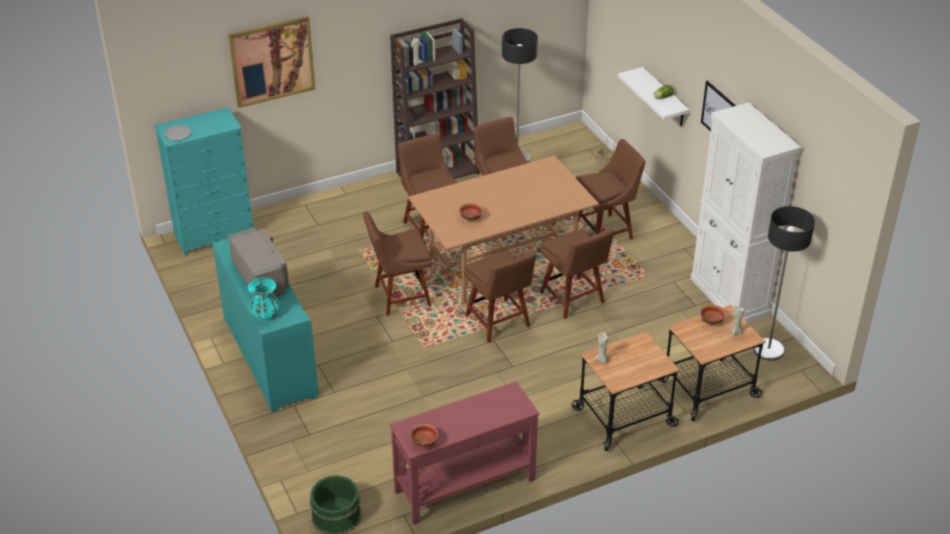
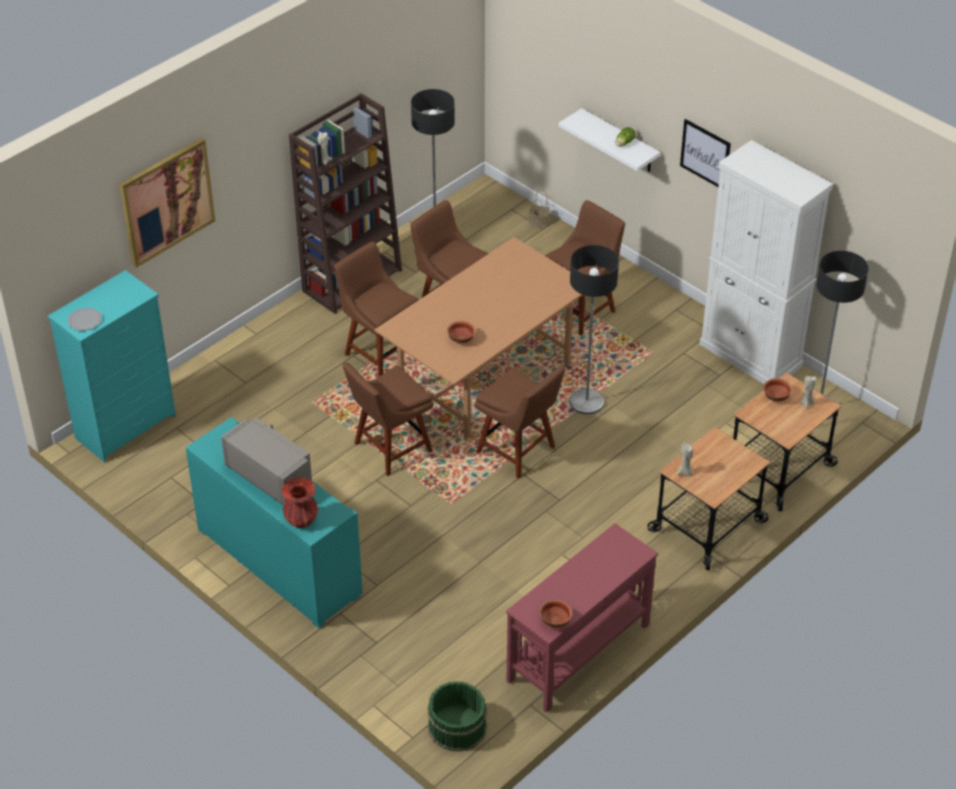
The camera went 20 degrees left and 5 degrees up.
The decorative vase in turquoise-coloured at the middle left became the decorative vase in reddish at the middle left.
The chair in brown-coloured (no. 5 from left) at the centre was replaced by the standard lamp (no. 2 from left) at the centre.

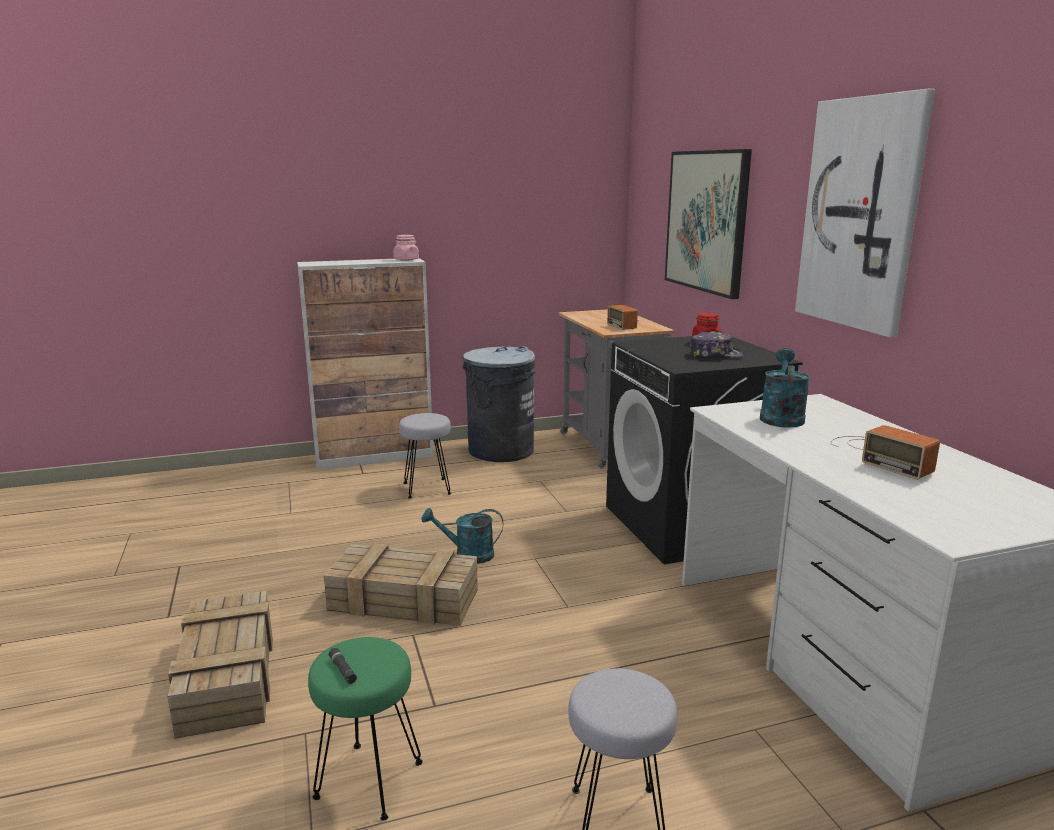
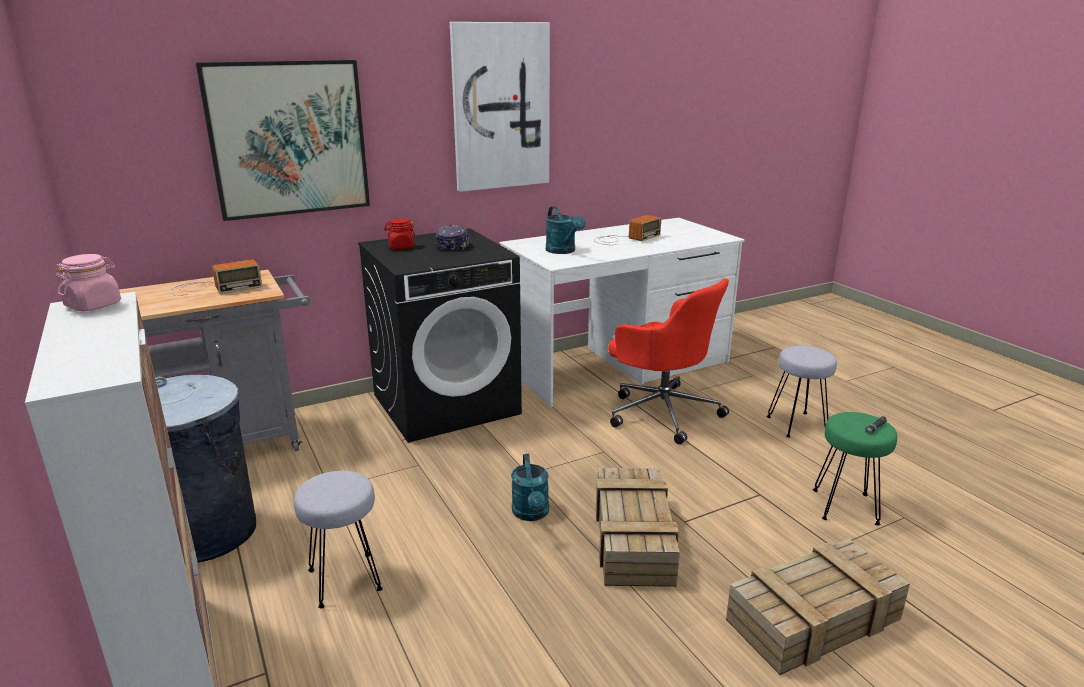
The camera went 100 degrees left and 5 degrees up.
The watering pot in turquoise-coloured (no. 2 from left) at the middle right turned 120 degrees counterclockwise.
The computer chair in reddish at the centre appeared.

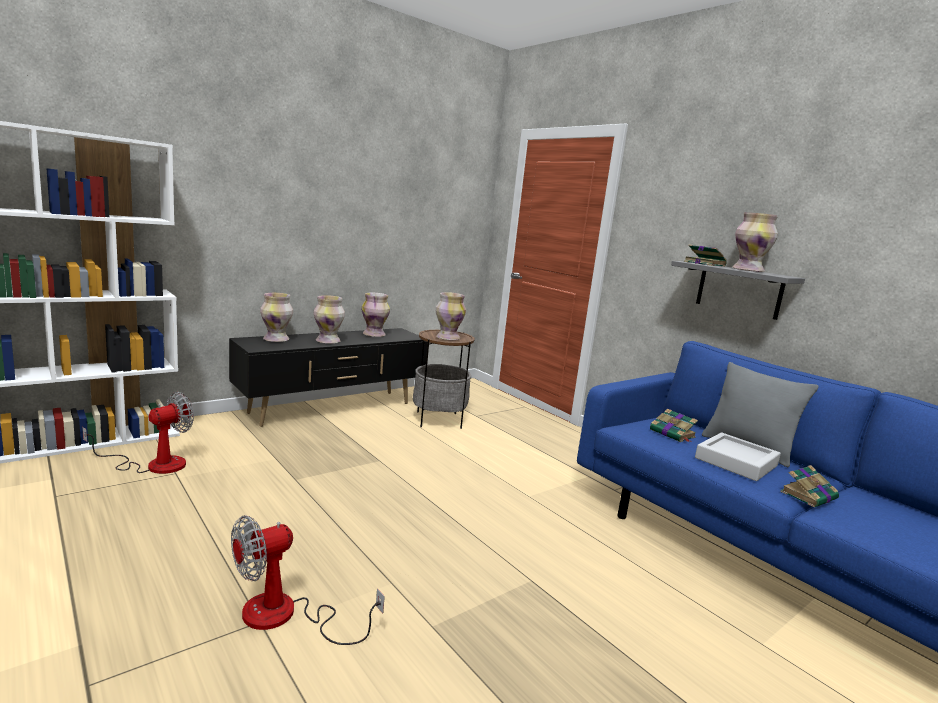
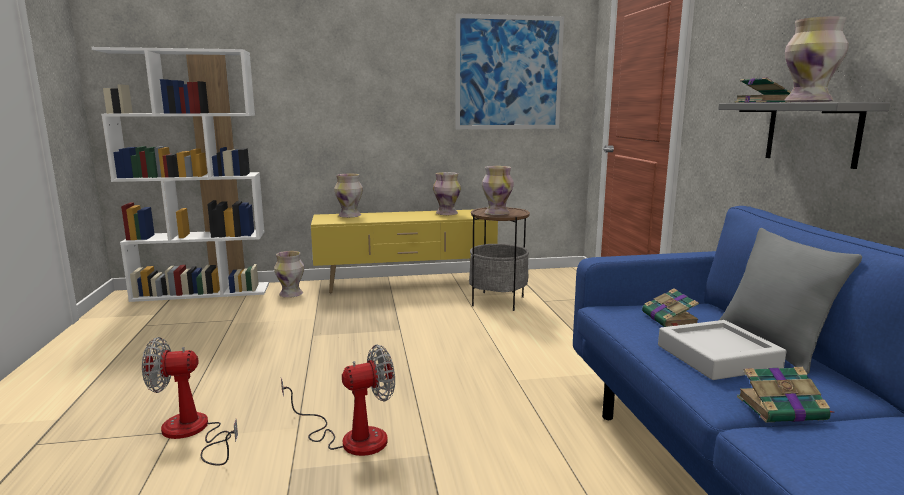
The camera went 30 degrees right and 0 degrees up.
The decorative vase (no. 2 from left in the first image) moved from the centre to the middle left.
The fan (no. 1 from left in the first image) moved from the middle left to the bottom centre.
The tv stand in black-coloured at the centre became the tv stand in yellowish at the centre.
The wall art at the top centre appeared.

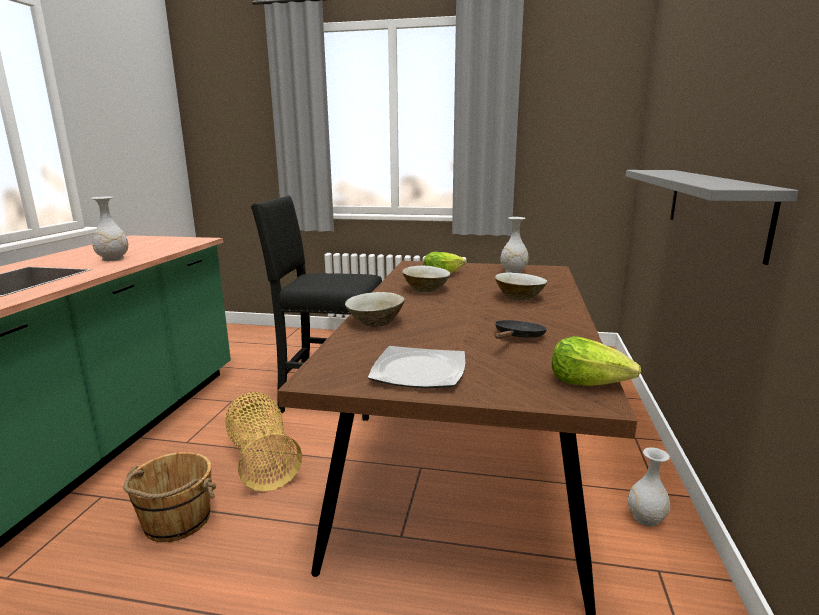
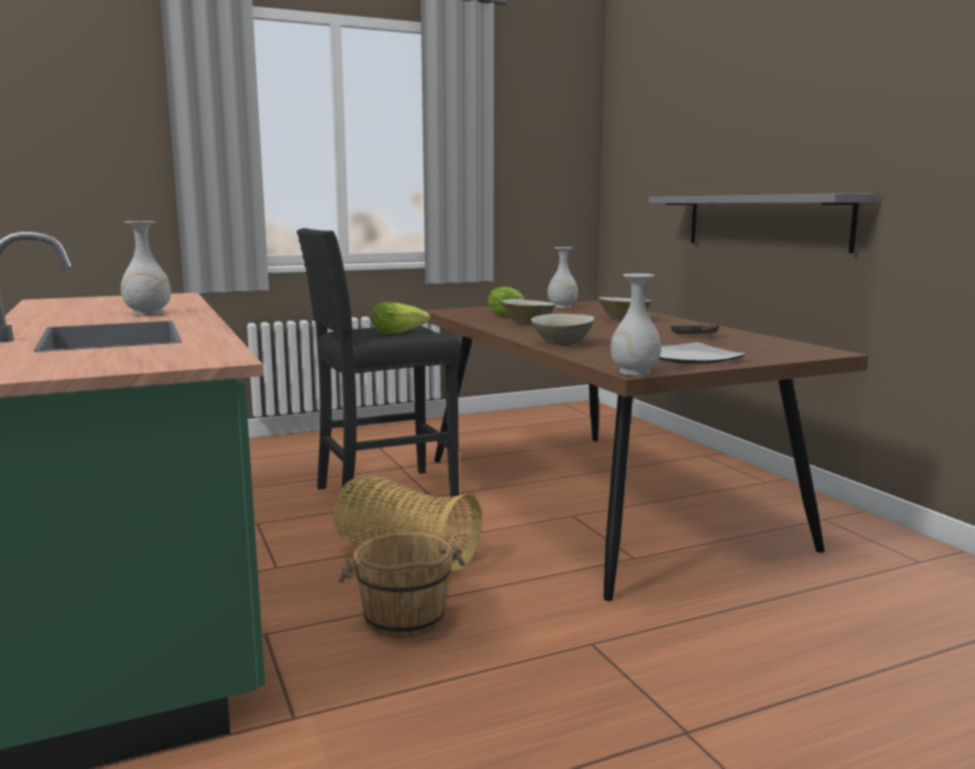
The camera went 35 degrees left and 5 degrees down.
The head of lettuce (no. 2 from left in the first image) moved from the middle right to the centre.
The decorative vase in whitish (no. 3 from left) moved from the bottom right to the centre.

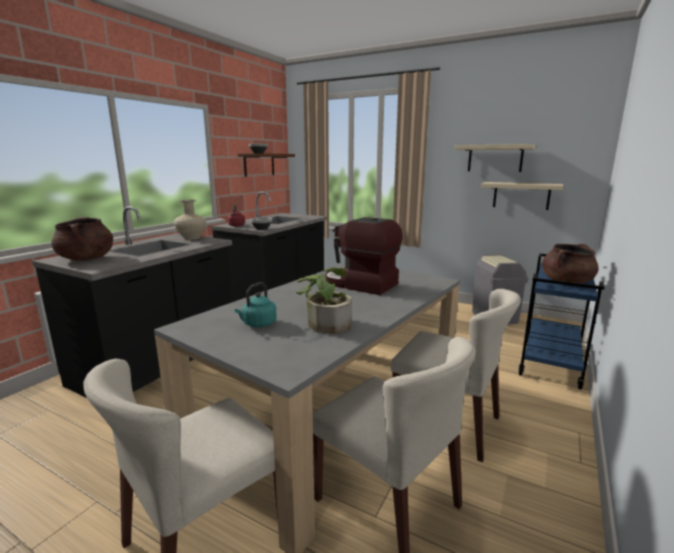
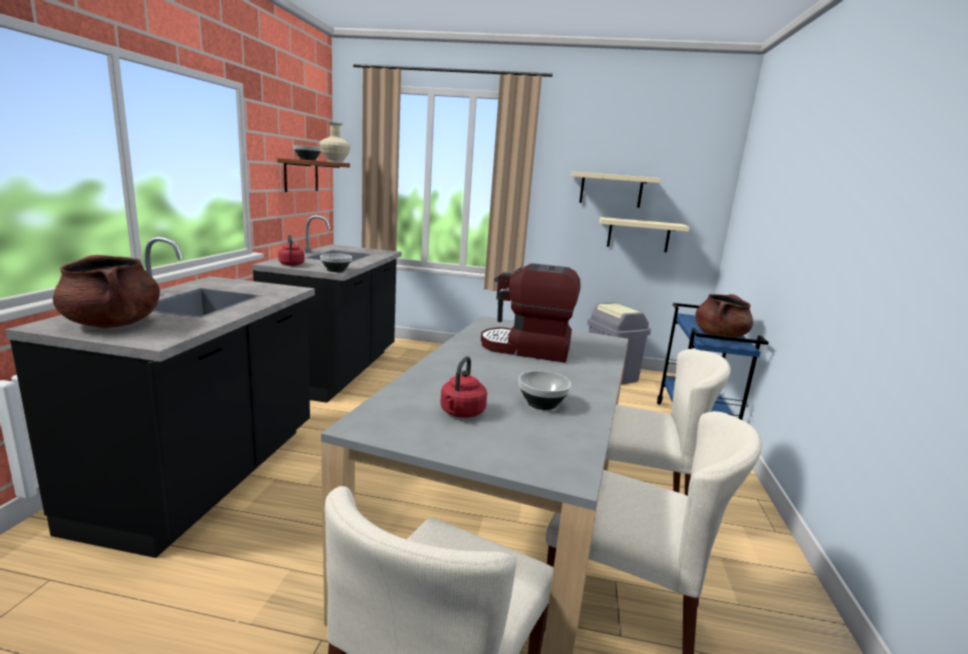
The camera went 20 degrees left and 0 degrees up.
The decorative vase in beige moved from the middle left to the top centre.
The water kettle in turquoise-coloured at the centre became the water kettle in reddish (no. 2 from left) at the centre.
The potted plant at the centre was replaced by the deep dish (no. 3 from left) at the centre.

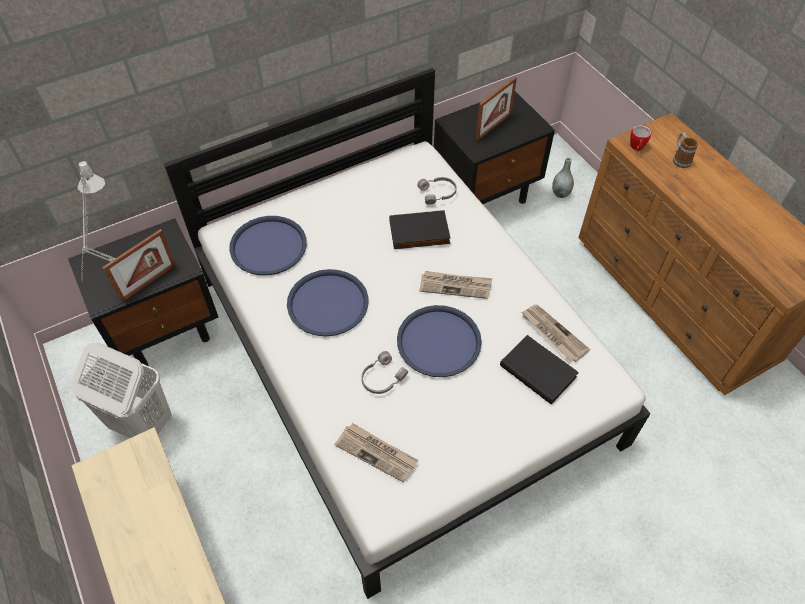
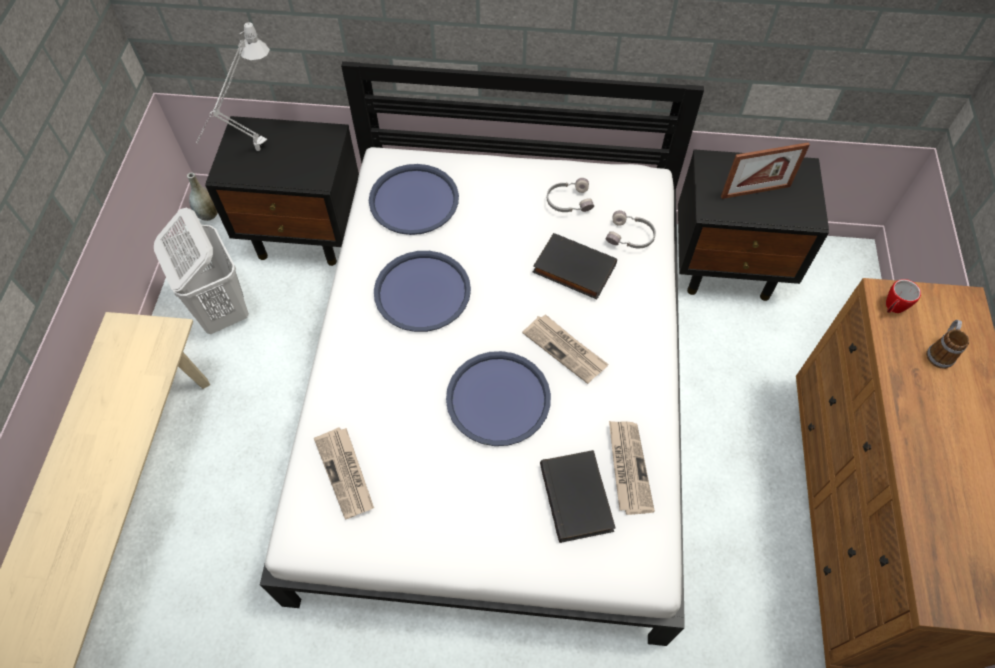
The camera went 35 degrees right and 5 degrees up.
The decorative vase in grey moved from the top right to the top left.
The pair of headphones in grey (no. 1 from left) moved from the centre to the top centre.
The photo frame (no. 1 from left) at the middle left disappeared.

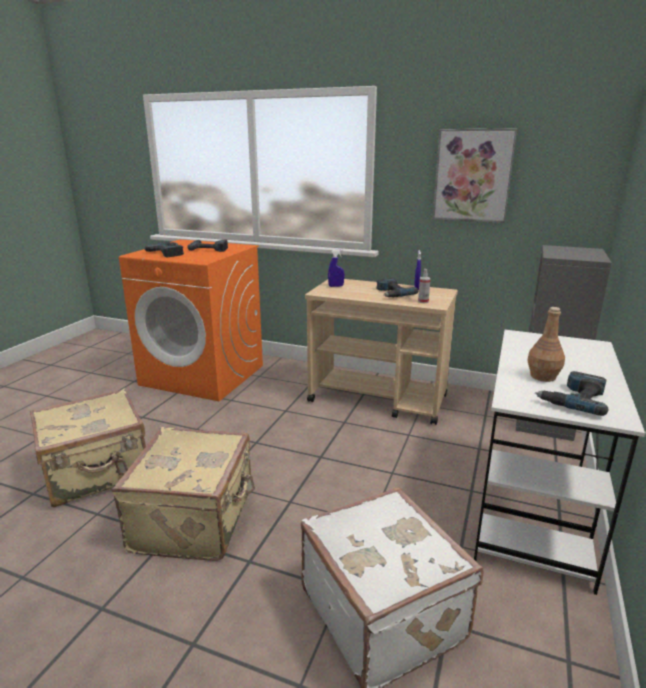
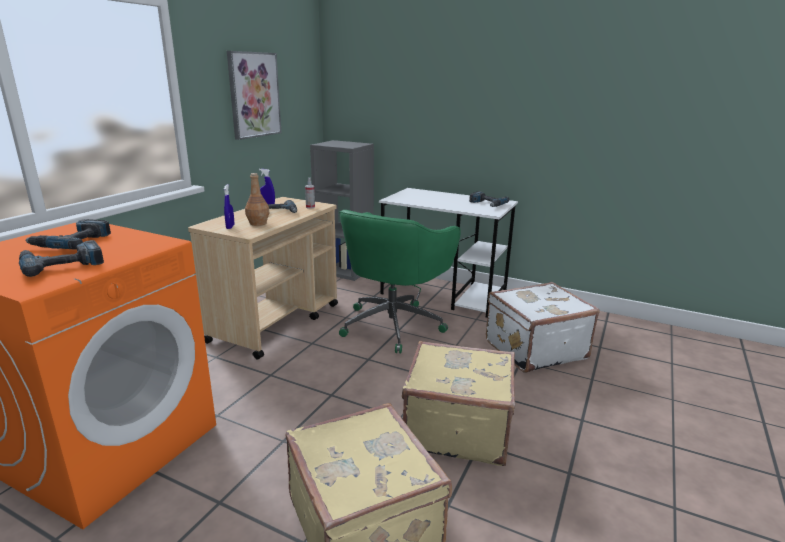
The camera went 85 degrees left and 0 degrees up.
The bottle in brown-coloured moved from the middle right to the middle left.
The computer chair in green-coloured at the centre appeared.

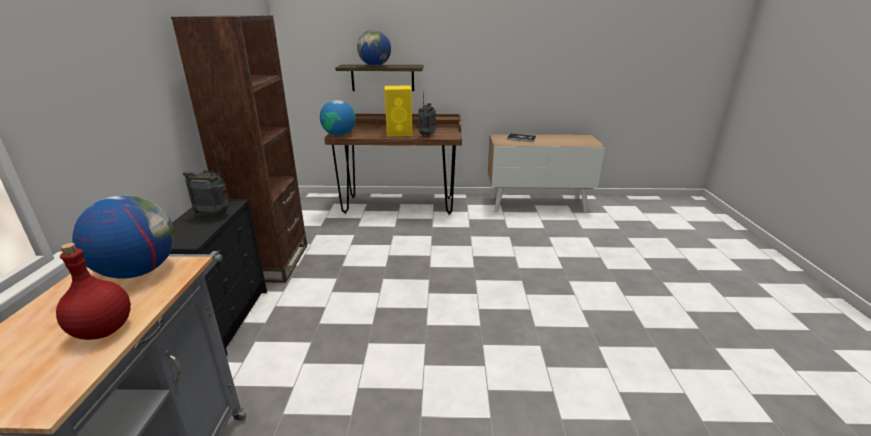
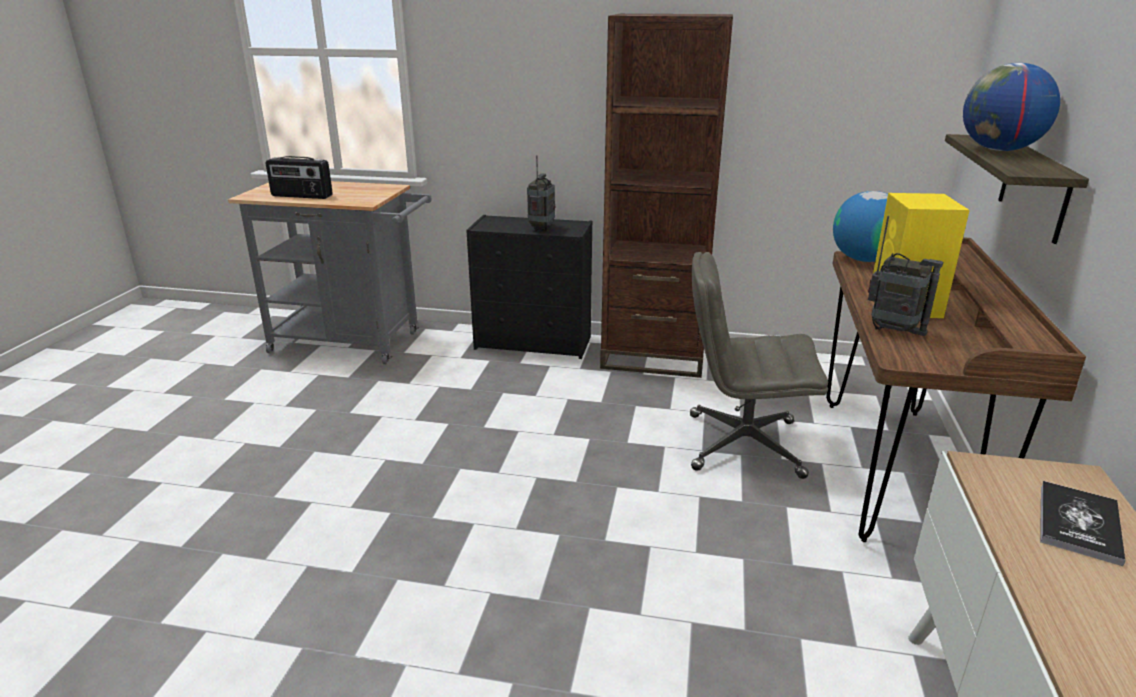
The camera went 100 degrees right and 0 degrees up.
The bottle in reddish at the bottom left was replaced by the radio receiver (no. 1 from left) at the top left.
The computer chair in grey at the middle right appeared.
The desk globe (no. 1 from left) at the middle left disappeared.

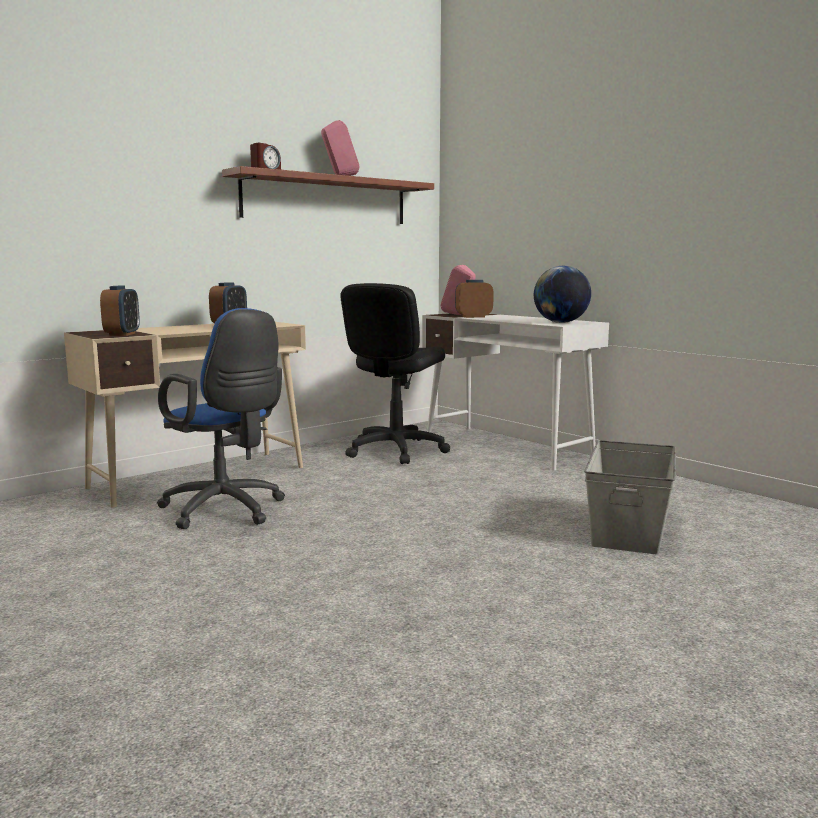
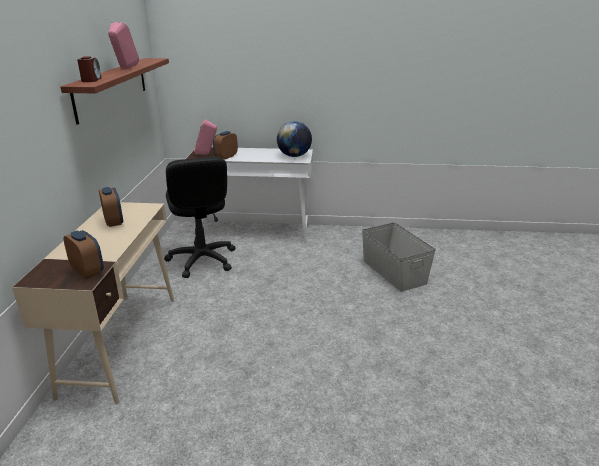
The camera went 45 degrees left and 15 degrees up.
The computer chair in blue at the middle left disappeared.

